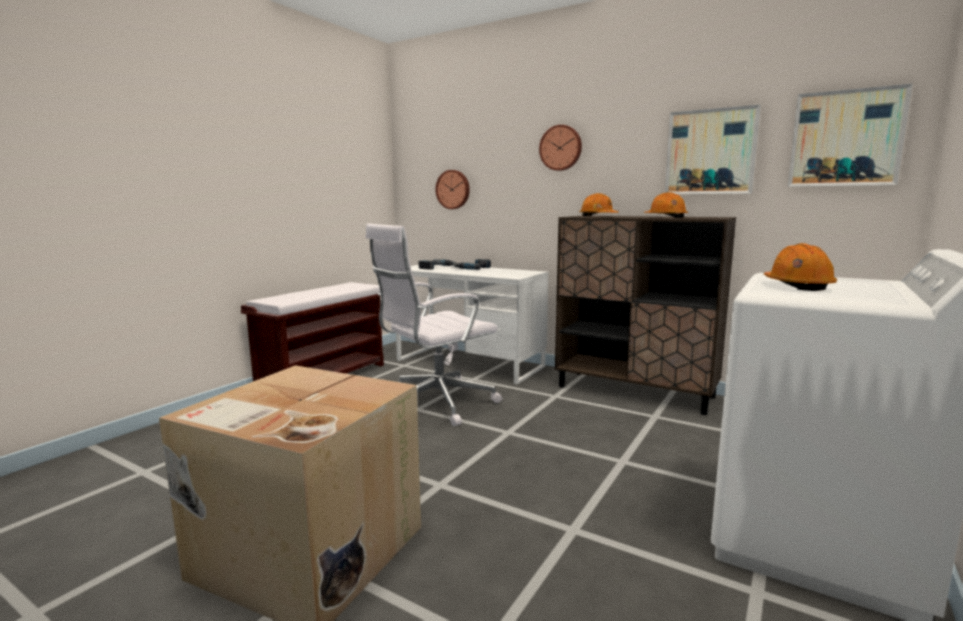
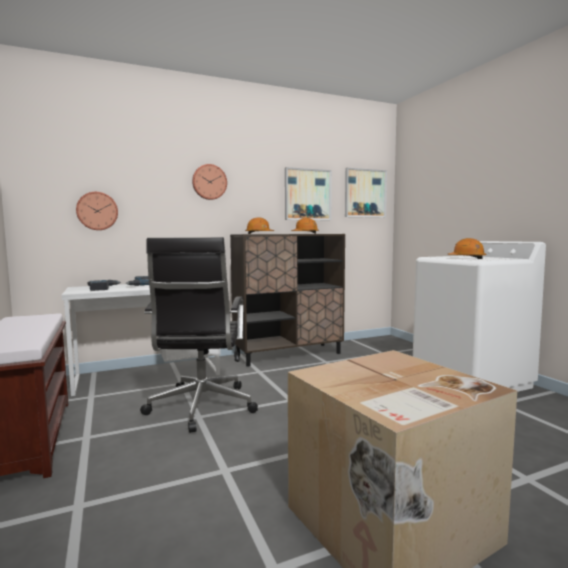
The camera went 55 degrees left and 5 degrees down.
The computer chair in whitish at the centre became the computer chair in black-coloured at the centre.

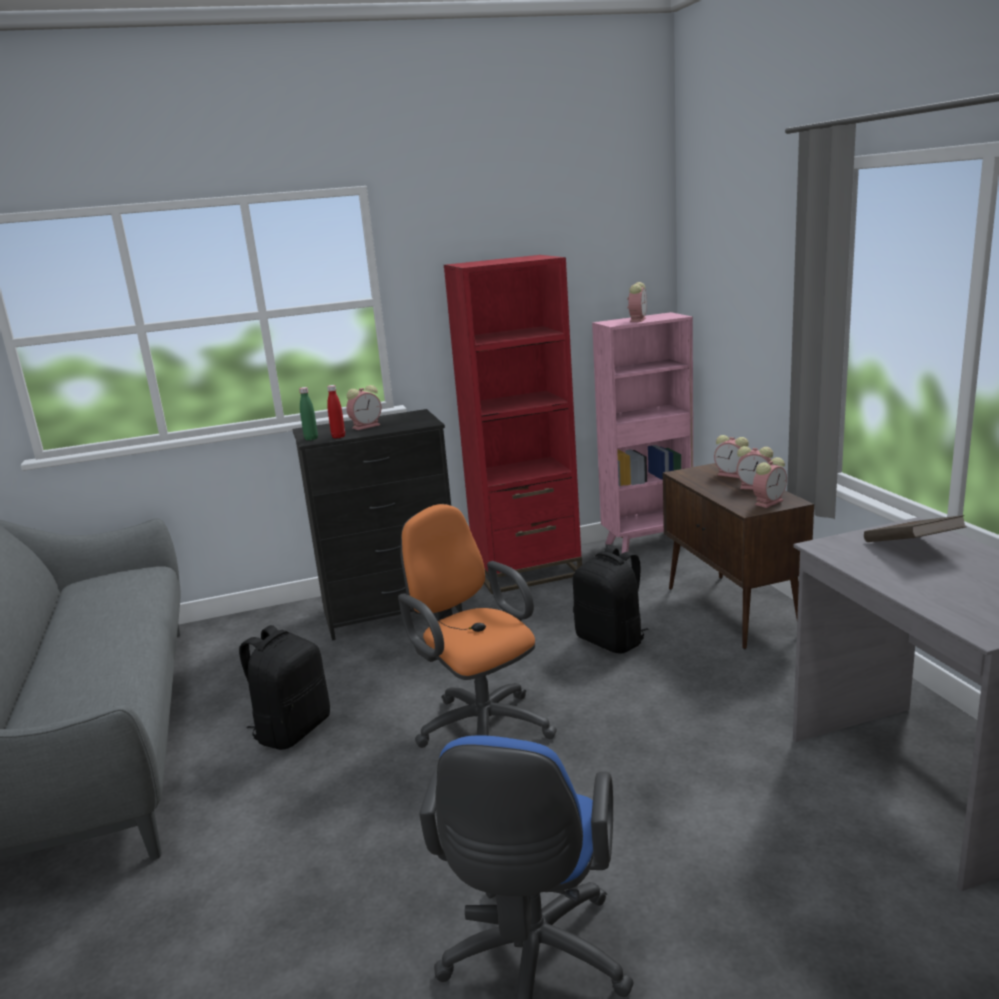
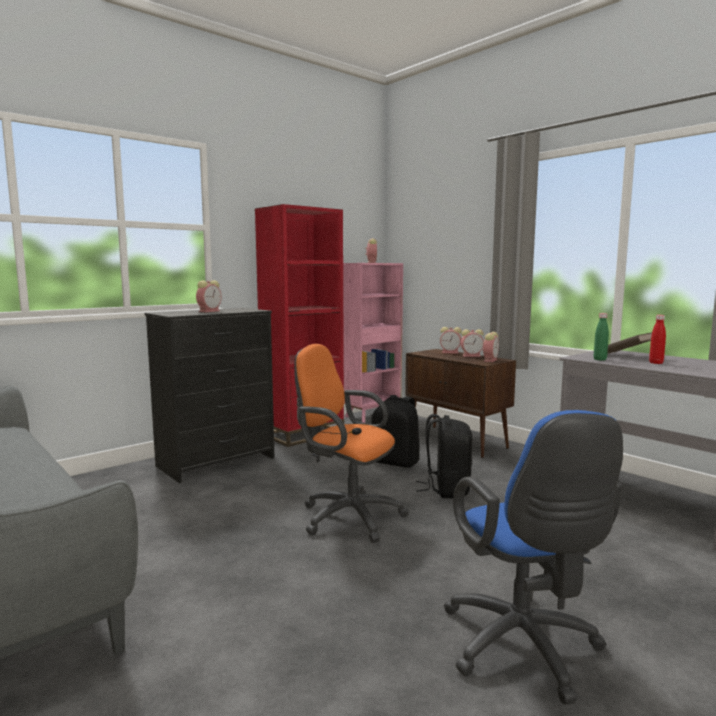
The camera went 25 degrees left and 10 degrees down.
The knapsack in black-coloured (no. 1 from left in the first image) moved from the bottom left to the centre.
The bottle in green-coloured moved from the middle left to the middle right.
The bottle in reddish moved from the centre to the middle right.

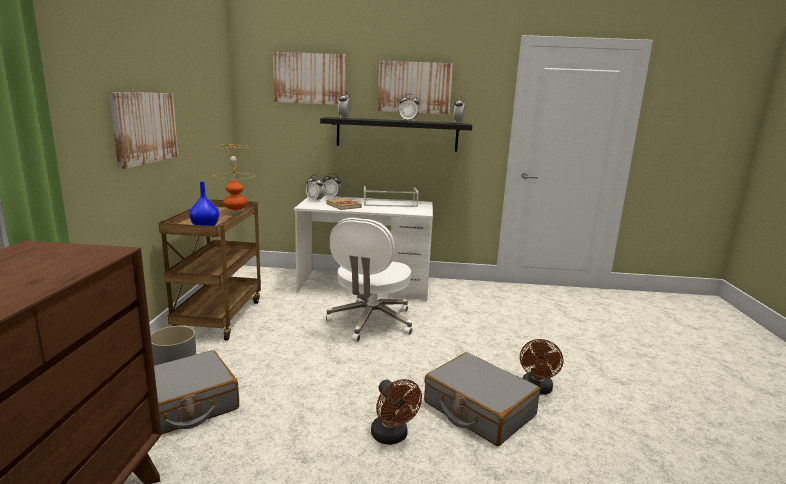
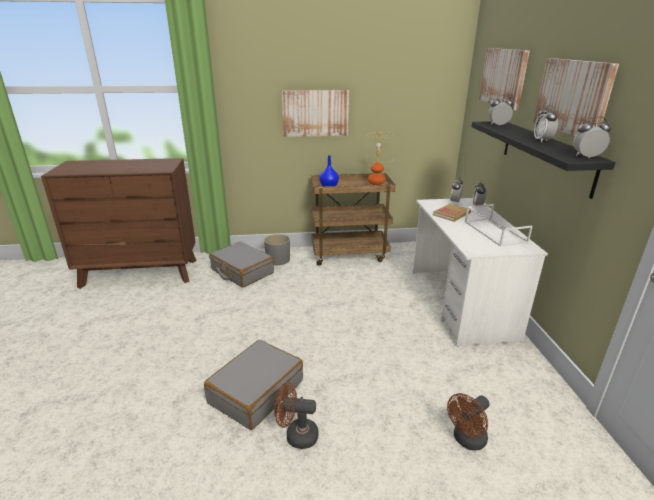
The camera went 80 degrees right and 10 degrees up.
The fan in brown-coloured (no. 1 from left in the first image) moved from the bottom centre to the bottom right.
The computer chair in whitish at the centre disappeared.

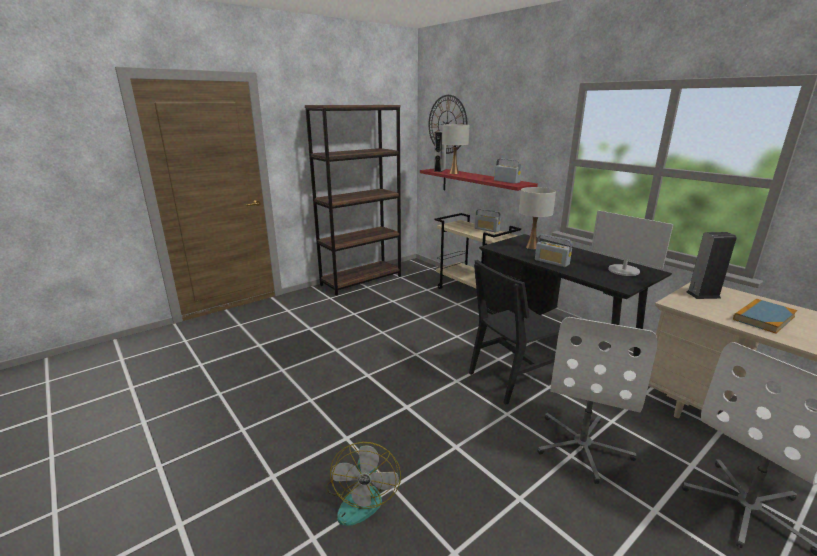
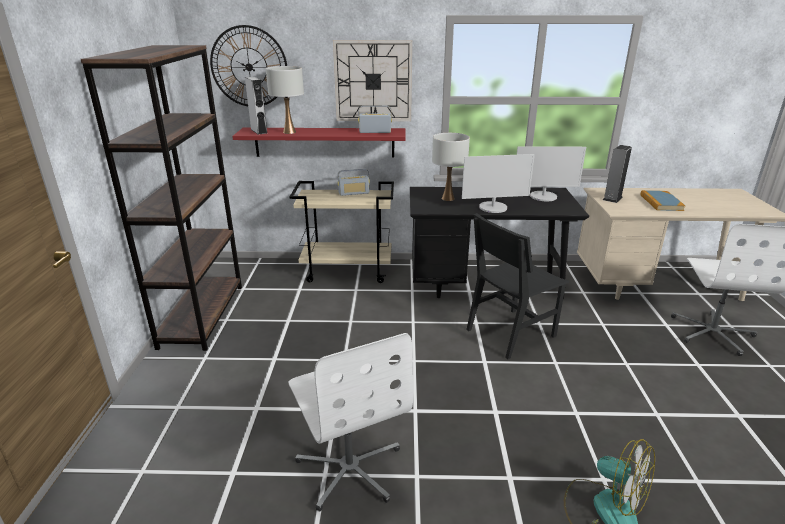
The camera went 50 degrees left and 5 degrees up.
The computer chair in whitish (no. 1 from left) moved from the bottom right to the bottom centre.
The clock on the wall (no. 2 from left) at the top centre appeared.
The radio receiver (no. 3 from left) at the middle right was replaced by the monitor (no. 1 from left) at the centre.
The chair in black-coloured at the centre turned 45 degrees clockwise.

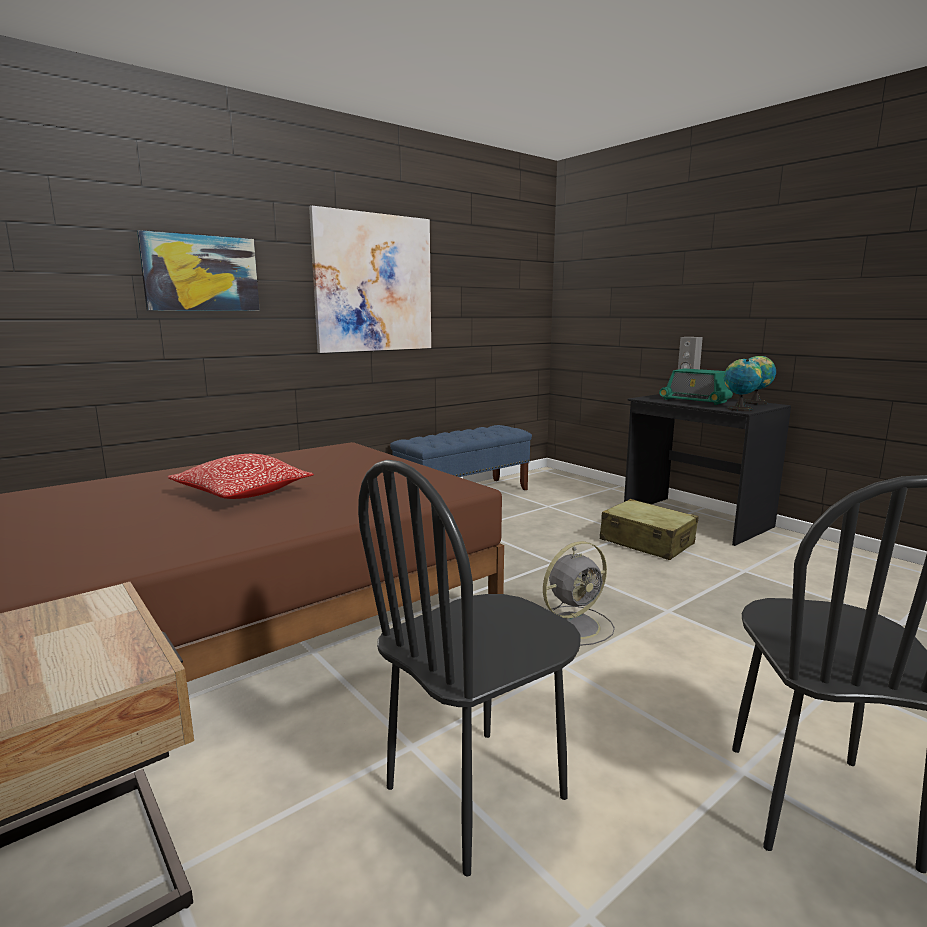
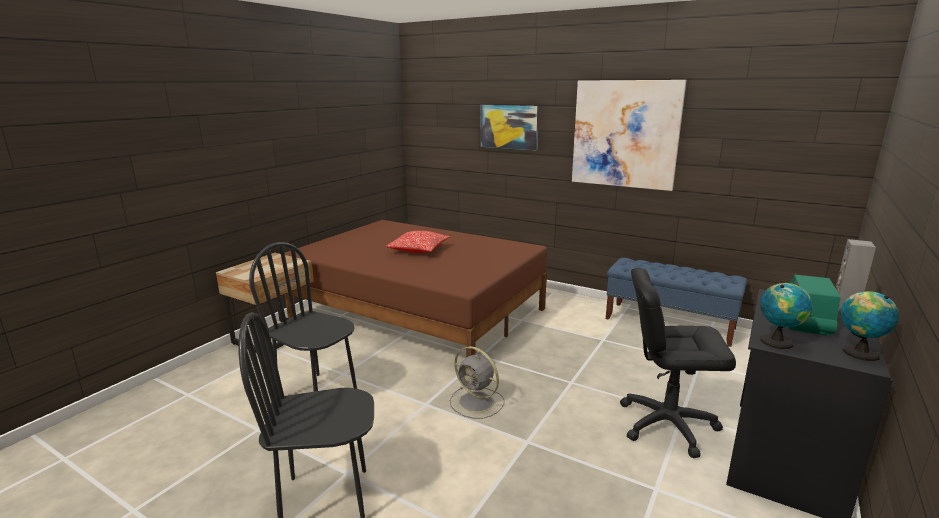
The camera went 70 degrees right and 5 degrees up.
The piece of luggage in beige at the middle right was replaced by the computer chair in black-coloured at the bottom right.

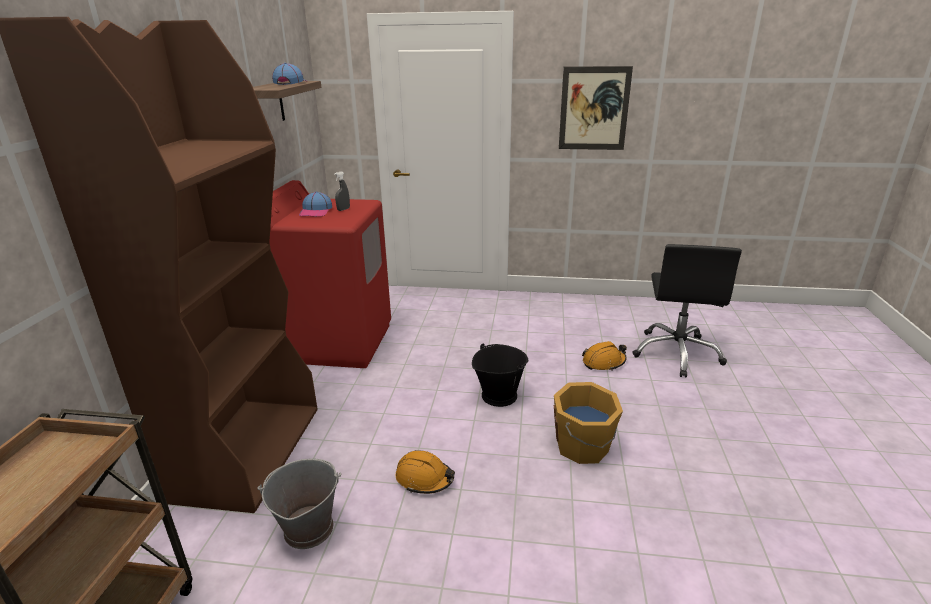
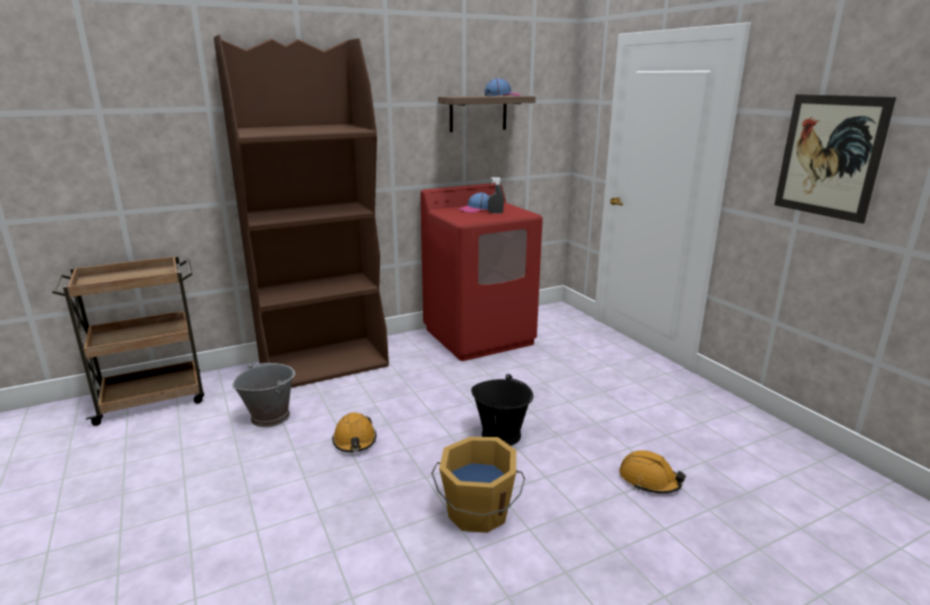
The camera went 55 degrees right and 5 degrees down.
The computer chair in black-coloured at the middle right disappeared.

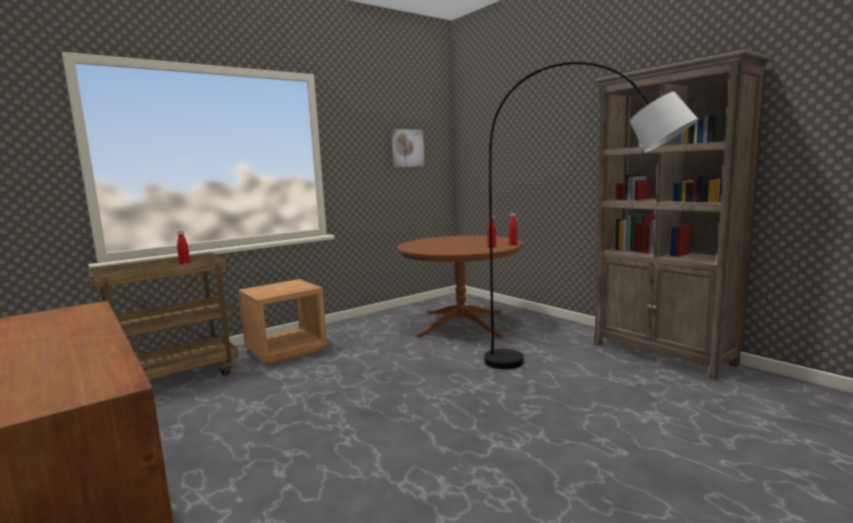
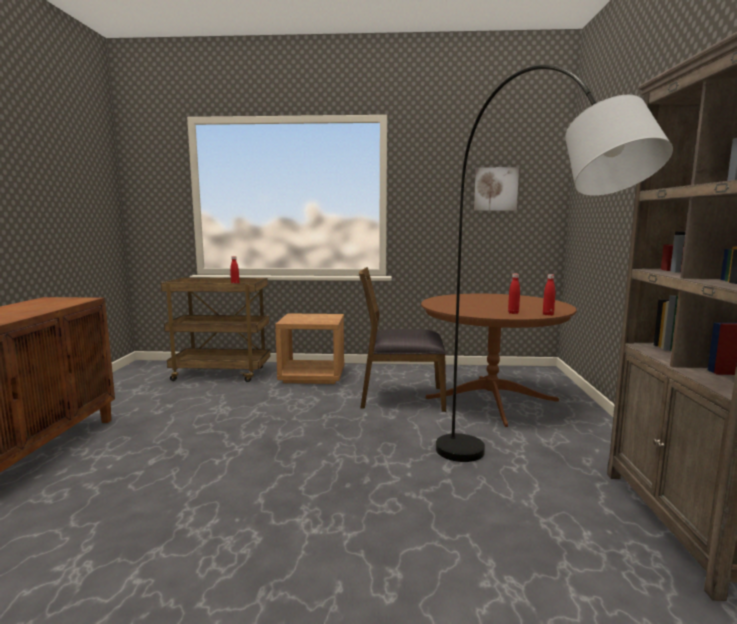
The camera went 40 degrees right and 0 degrees up.
The chair in brown-coloured at the centre appeared.

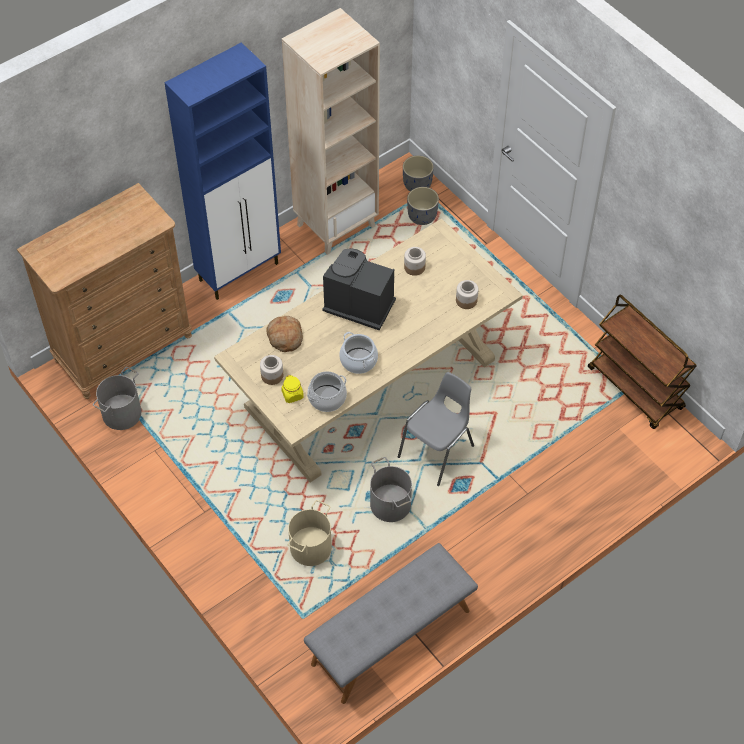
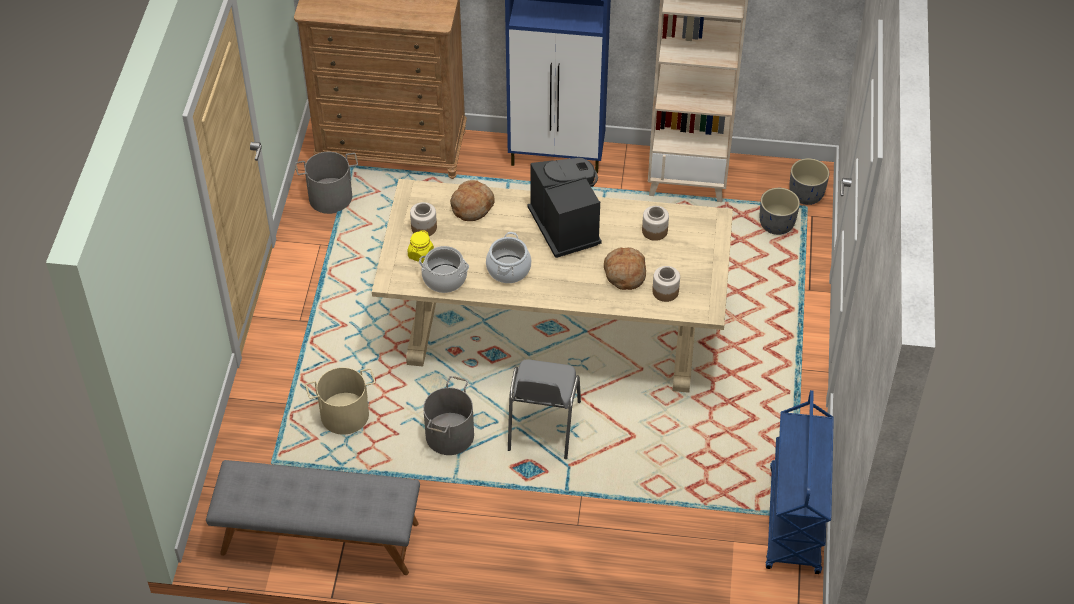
The camera went 45 degrees right and 5 degrees down.
The chair in grey at the centre turned 105 degrees clockwise.
The baked bread (no. 2 from left) at the centre appeared.
The wheeled cart in brown-coloured at the middle right became the wheeled cart in blue at the bottom right.

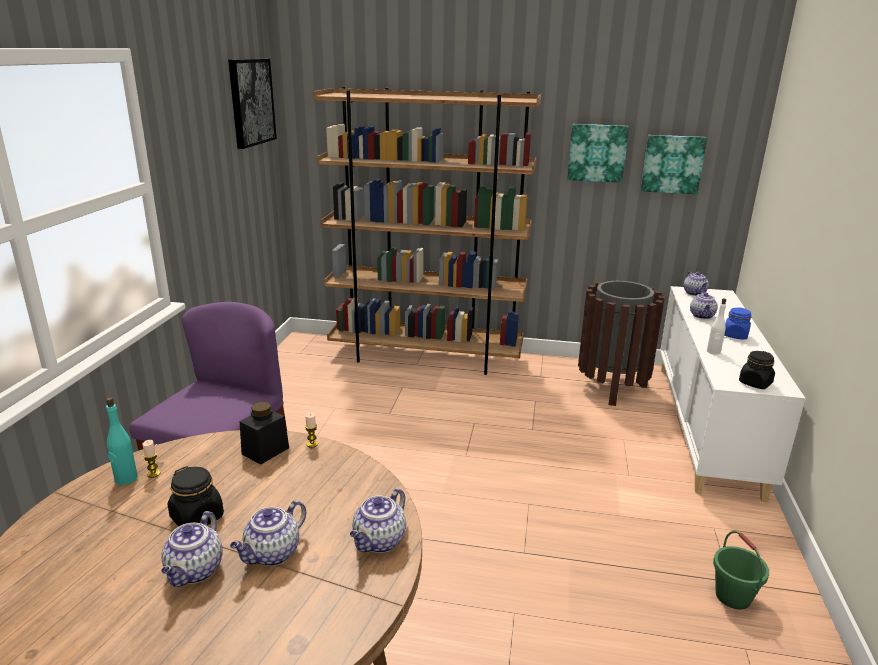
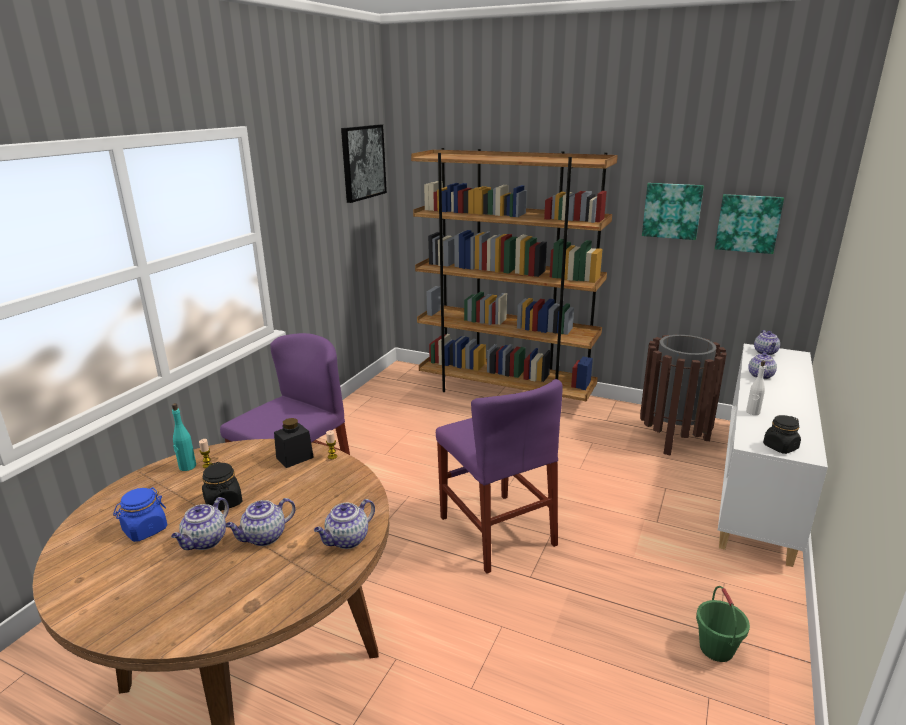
The camera went 15 degrees right and 0 degrees up.
The jar in blue moved from the middle right to the bottom left.
The chair in purplish (no. 2 from left) at the centre appeared.

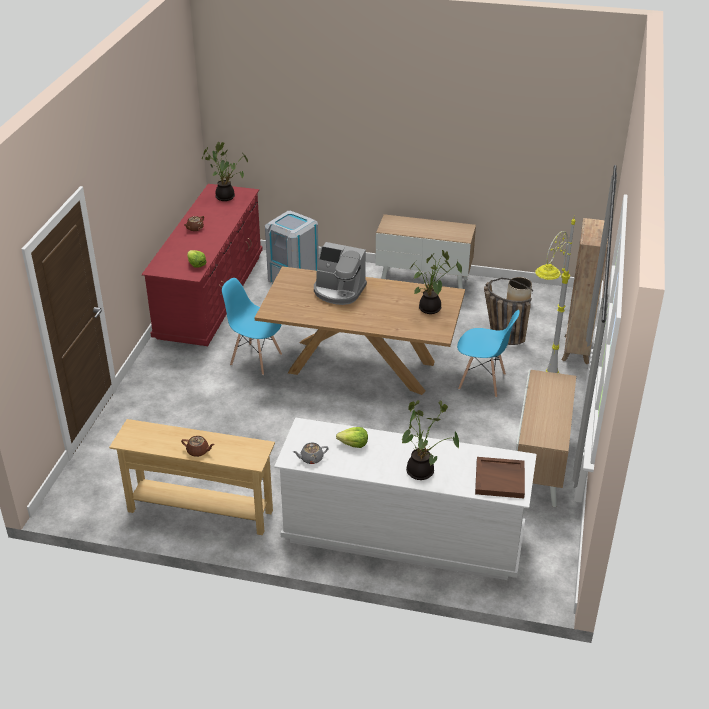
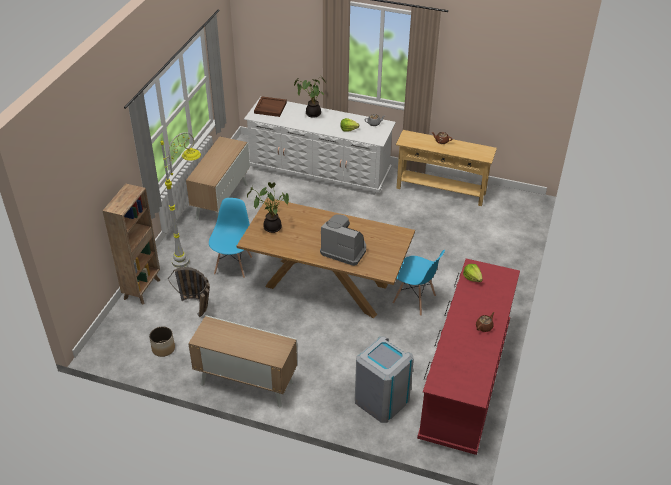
The camera went 175 degrees left and 5 degrees up.
The chair in blue (no. 2 from left in the first image) at the middle right turned 75 degrees clockwise.
The potted plant (no. 1 from left) at the top left disappeared.

